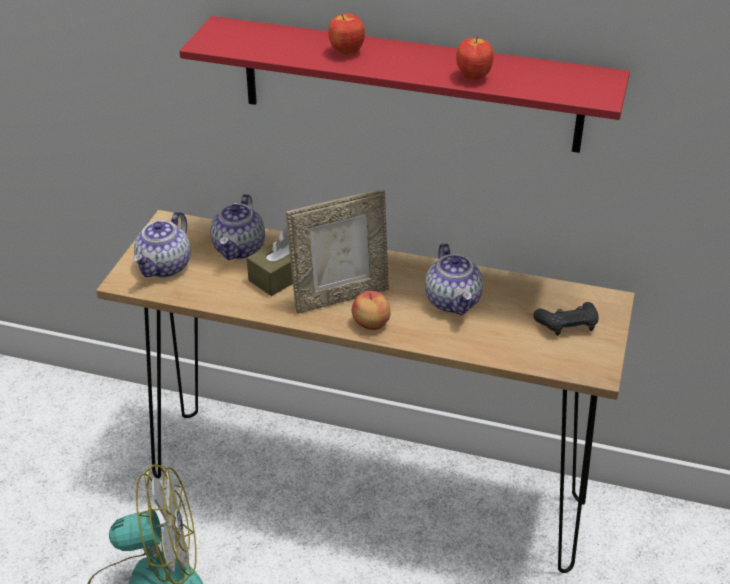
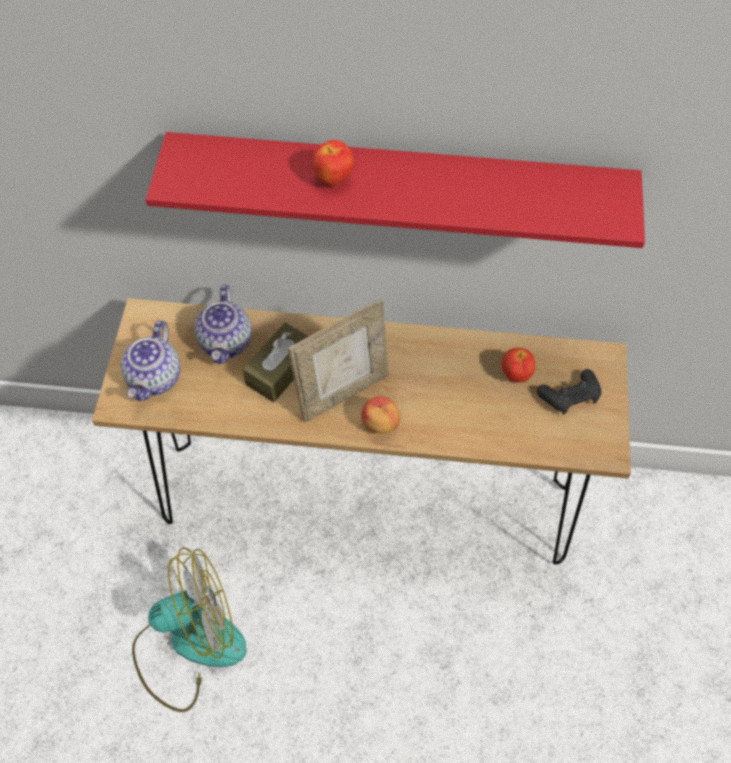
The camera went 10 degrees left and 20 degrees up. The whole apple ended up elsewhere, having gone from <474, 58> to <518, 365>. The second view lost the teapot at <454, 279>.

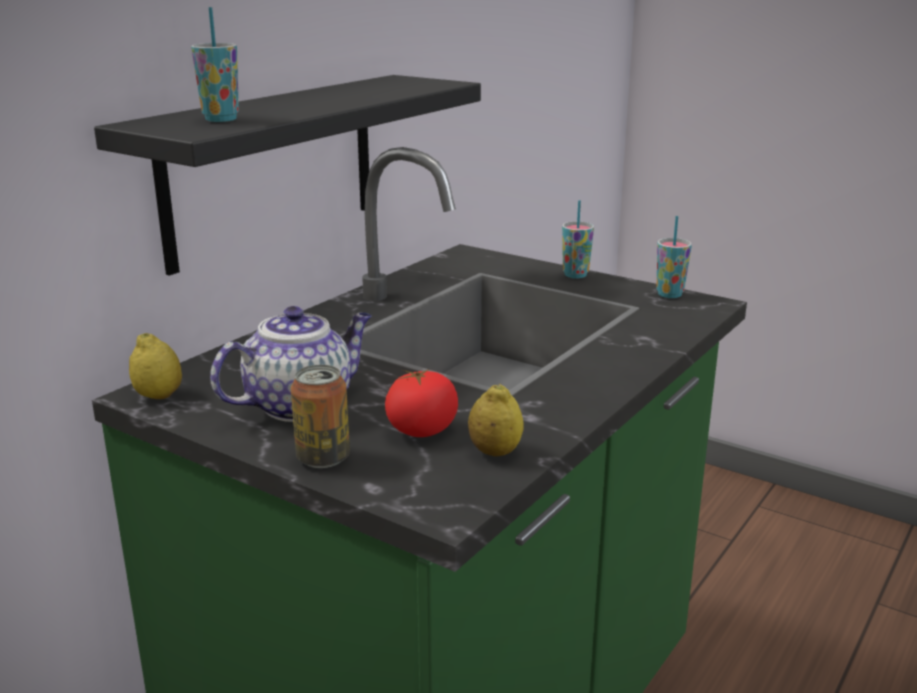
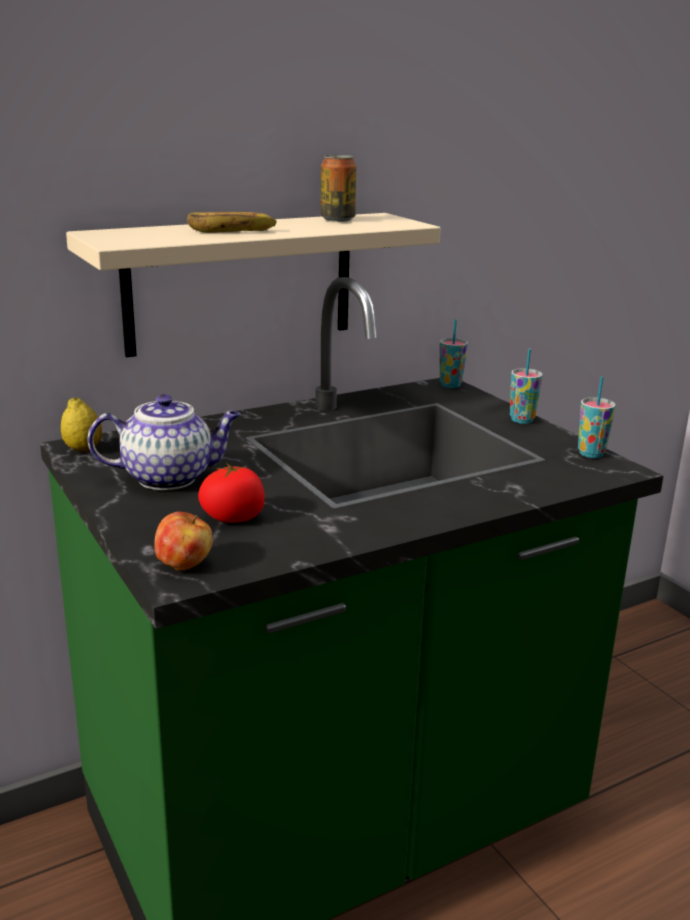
The camera went 25 degrees right and 0 degrees up. The small cup ended up elsewhere, having gone from <215, 64> to <454, 353>. What was the black shelf at <287, 175> turned into the beige shelf at <253, 285>. The sealed can ended up elsewhere, having gone from <320, 416> to <338, 188>. The second view lost the citrus fruit at <496, 420>. The second view gained the whole banana at <232, 222>. The second view gained the whole apple at <183, 541>.

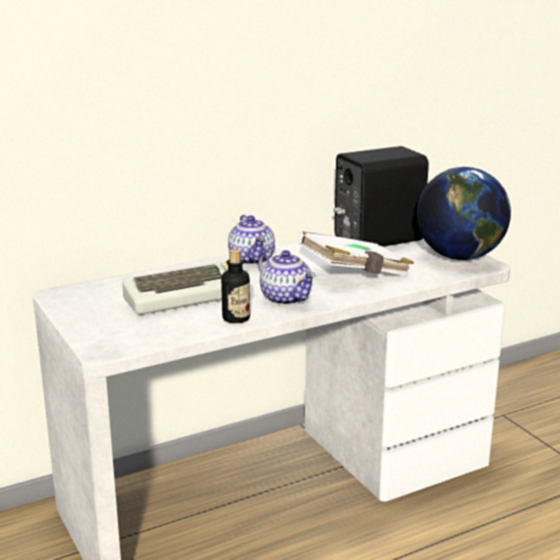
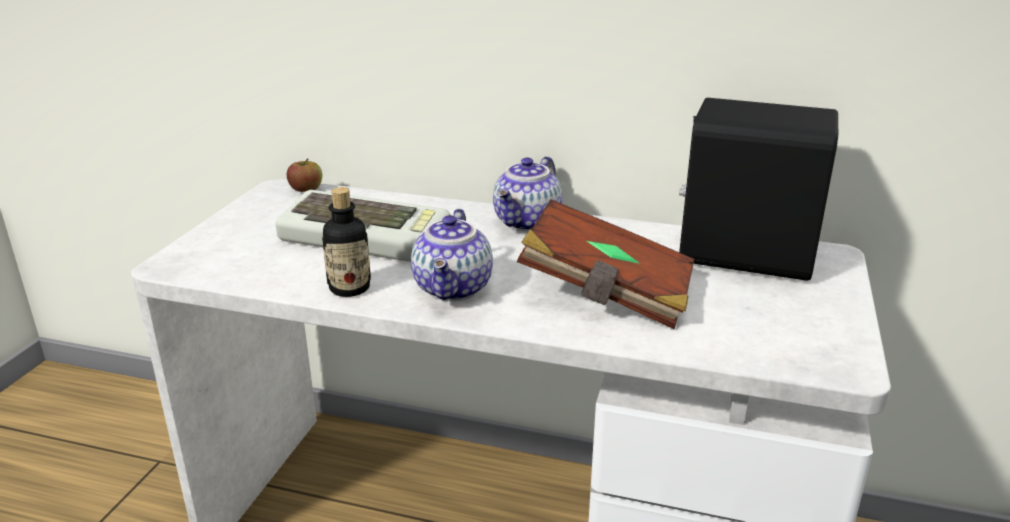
The camera went 45 degrees right and 5 degrees up. The second view lost the world globe at <464, 213>. What was the white-coloured bound book at <356, 253> turned into the brown-coloured bound book at <605, 264>. The second view gained the whole apple at <304, 175>.

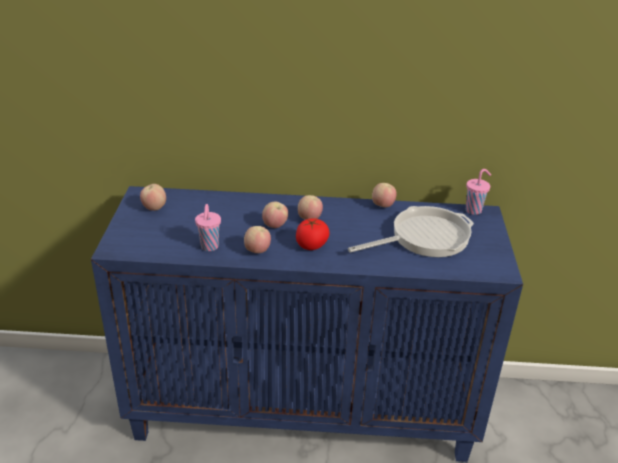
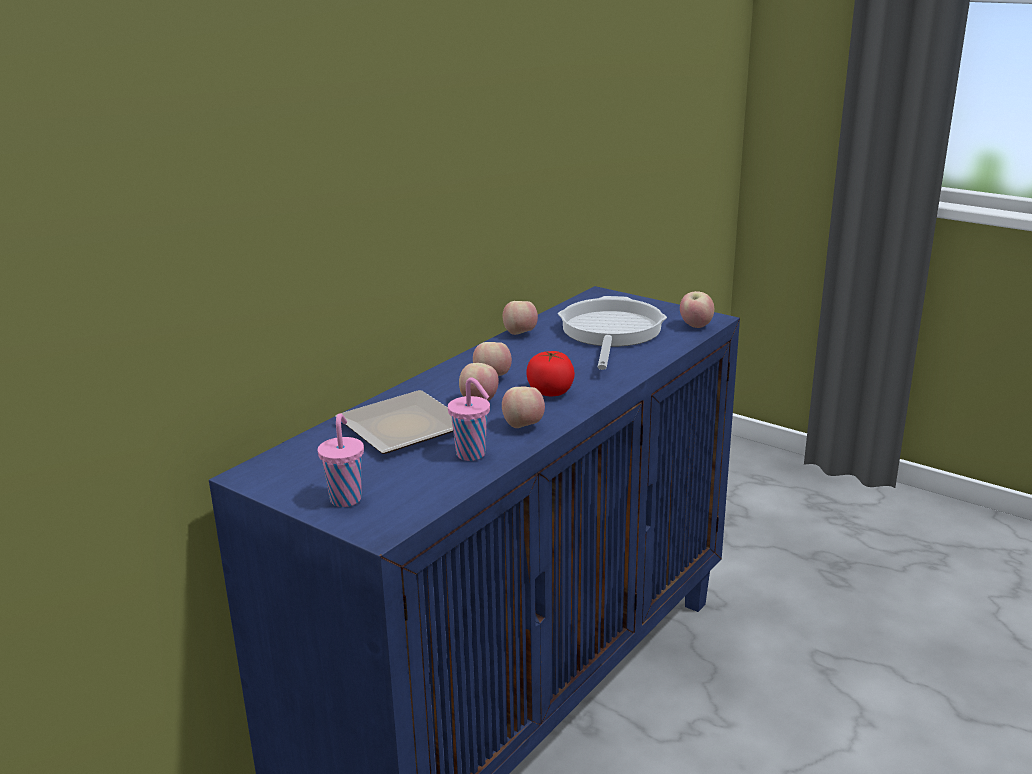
The camera went 55 degrees left and 10 degrees down. The pink small cup ended up elsewhere, having gone from <478, 192> to <341, 460>. The whole apple ended up elsewhere, having gone from <153, 197> to <697, 309>. The second view gained the dinner plate at <394, 422>.

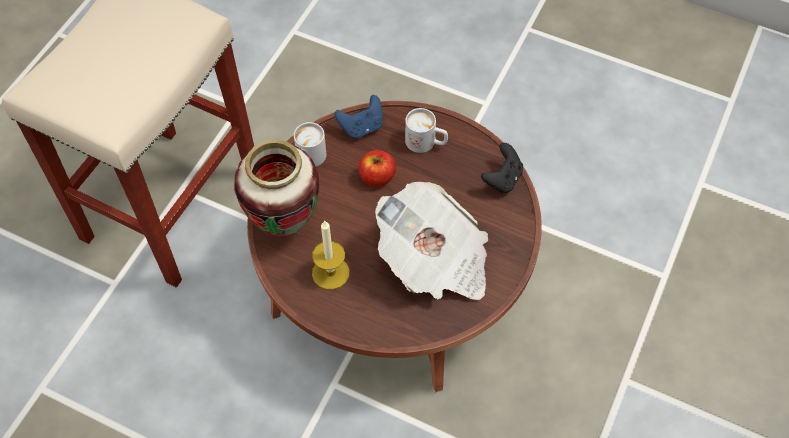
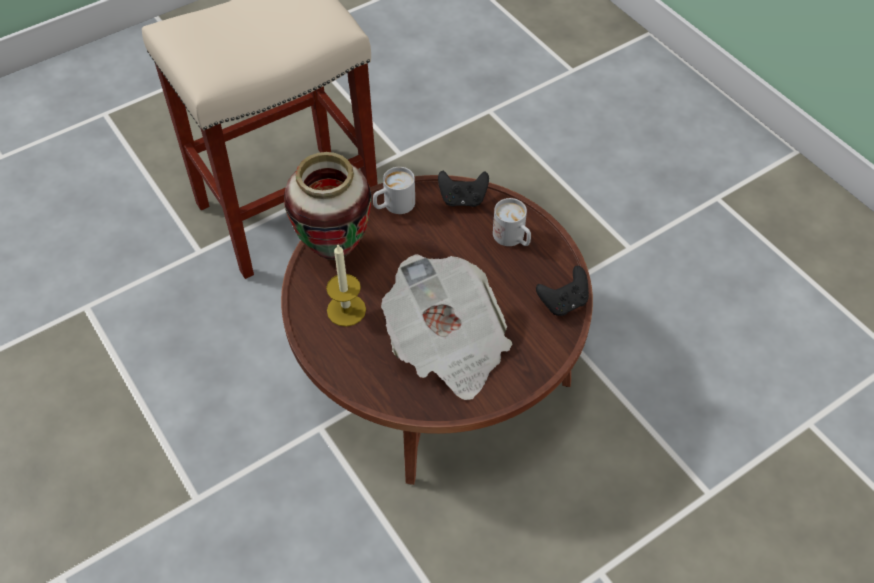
The camera went 30 degrees right and 5 degrees down. What was the blue gamepad at <358, 117> turned into the black gamepad at <463, 189>. The second view lost the whole apple at <377, 168>.

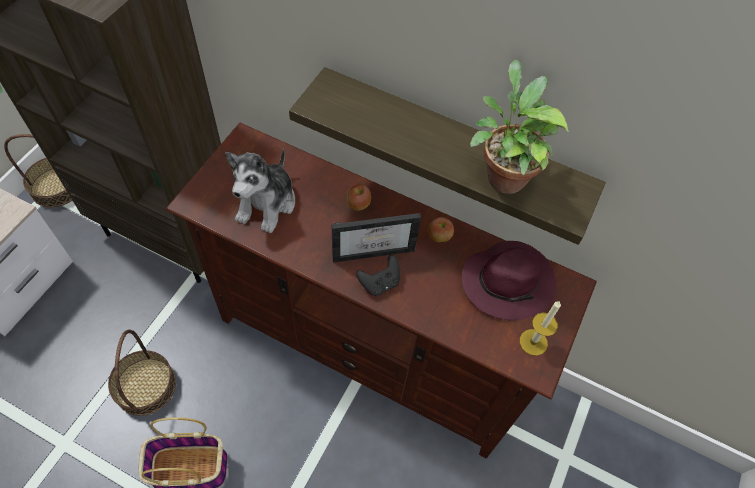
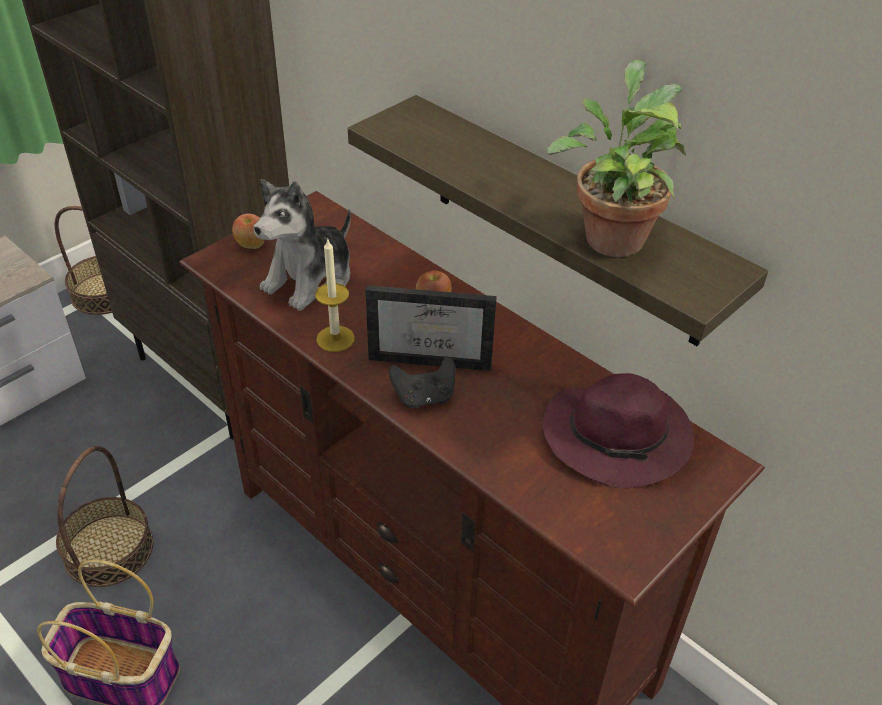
The camera went 20 degrees right and 15 degrees down. The whole apple ended up elsewhere, having gone from <441, 229> to <248, 231>. The wax candle ended up elsewhere, having gone from <540, 328> to <335, 295>.

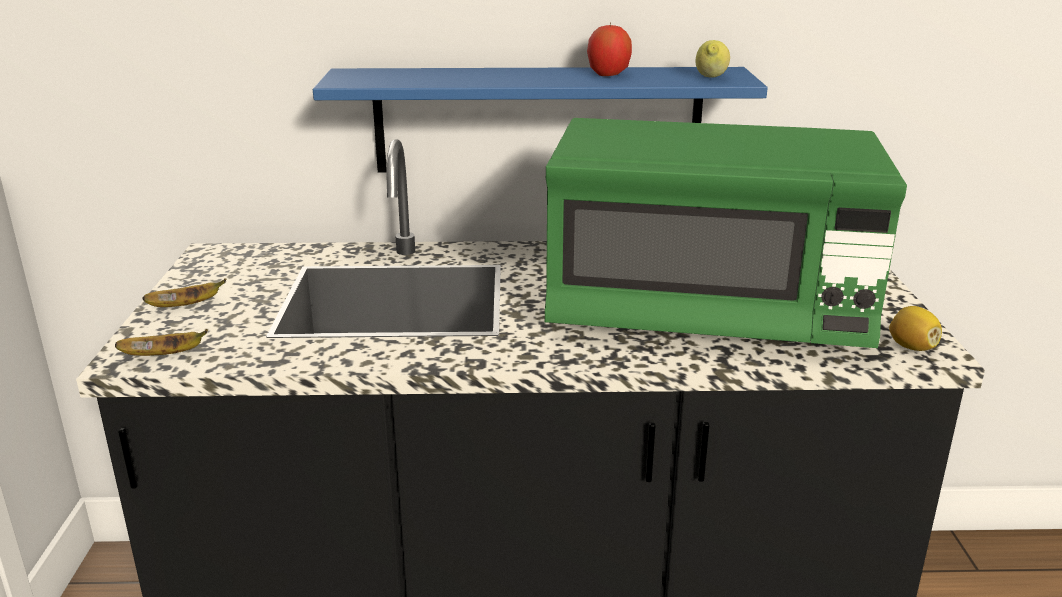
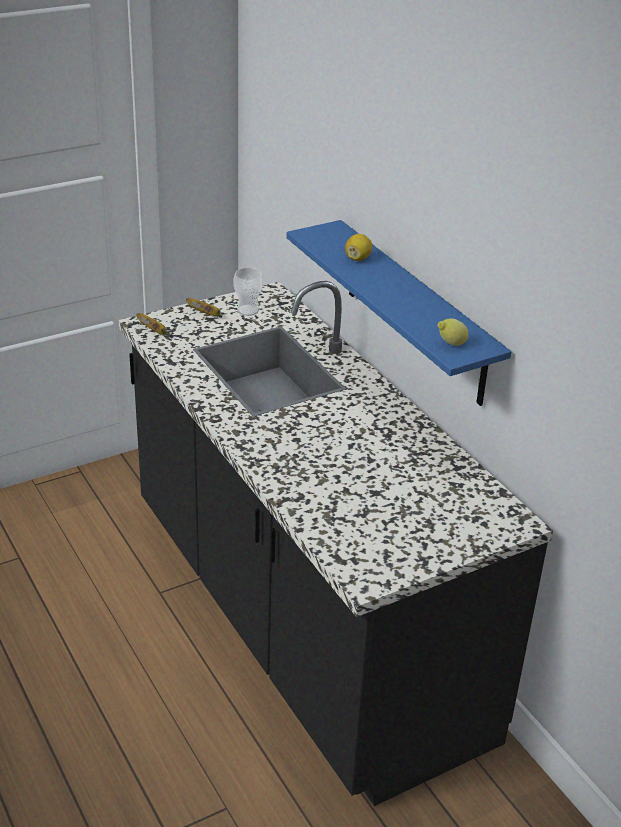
The camera went 60 degrees right and 10 degrees up. The second view lost the whole apple at <609, 49>. The second view lost the green kitchen microwave at <726, 233>. The citrus fruit ended up elsewhere, having gone from <915, 328> to <358, 247>. The second view gained the small cup at <248, 291>.

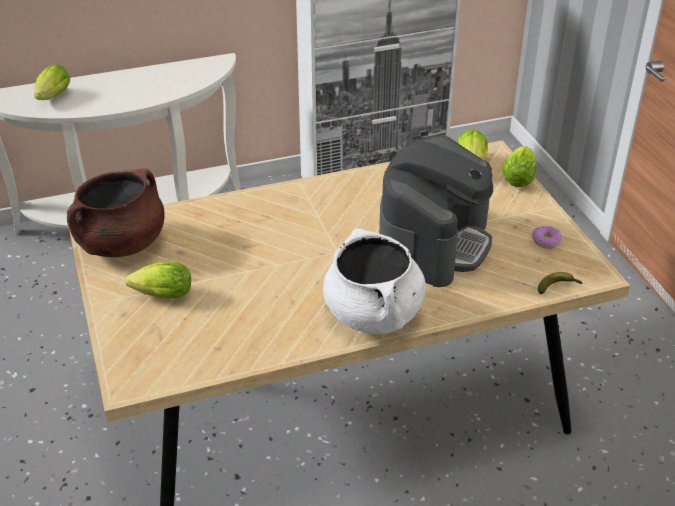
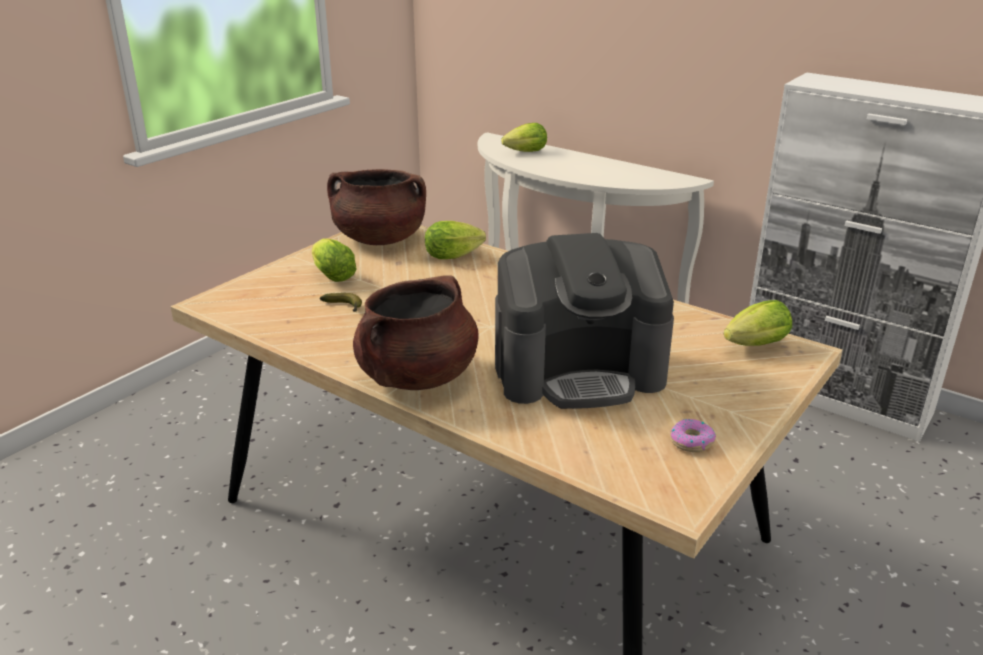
The camera went 55 degrees right and 10 degrees down. The head of lettuce ended up elsewhere, having gone from <519, 166> to <455, 240>. What was the white-coloured cooking pot at <374, 281> turned into the brown-coloured cooking pot at <415, 332>. The whole banana ended up elsewhere, having gone from <560, 283> to <341, 302>.

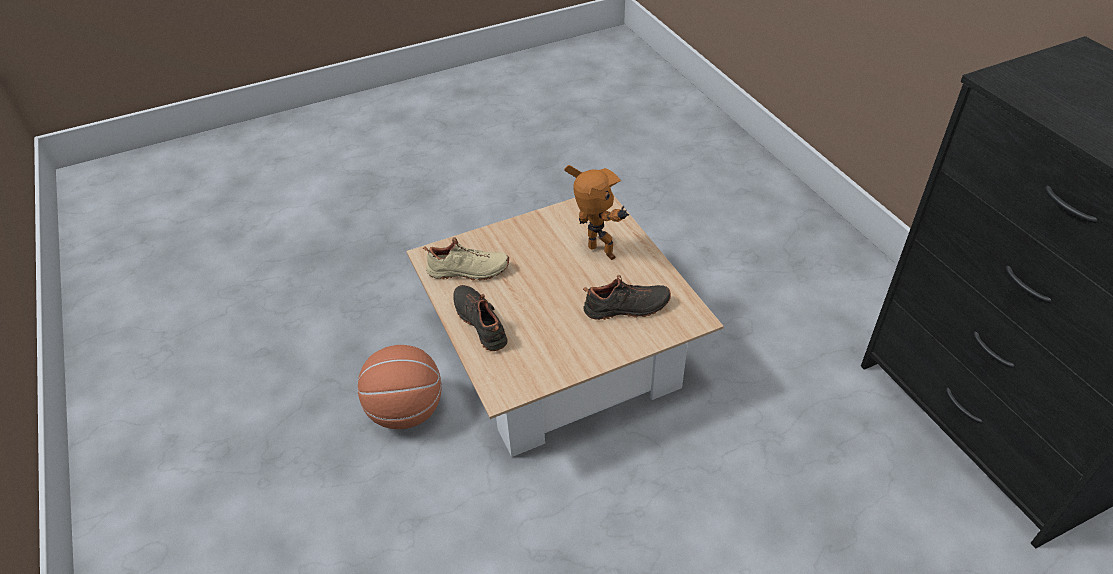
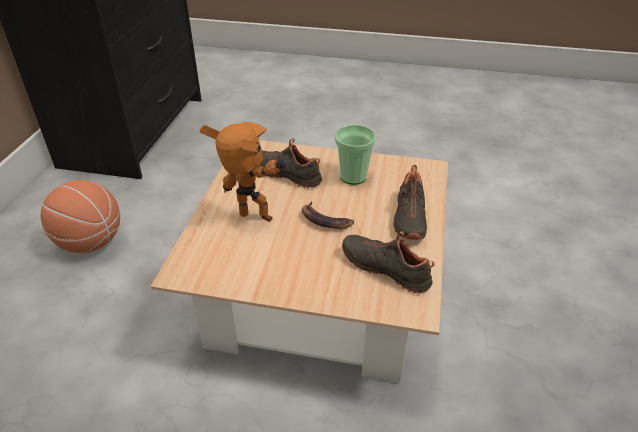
The camera went 145 degrees left and 5 degrees down. The robot figure at <596, 212> ended up facing another way, 120 degrees clockwise from before. What was the beige item of footwear at <466, 258> turned into the black item of footwear at <388, 262>. The basketball ended up elsewhere, having gone from <400, 387> to <80, 216>. The second view gained the small cup at <355, 155>. The second view gained the whole banana at <328, 215>.

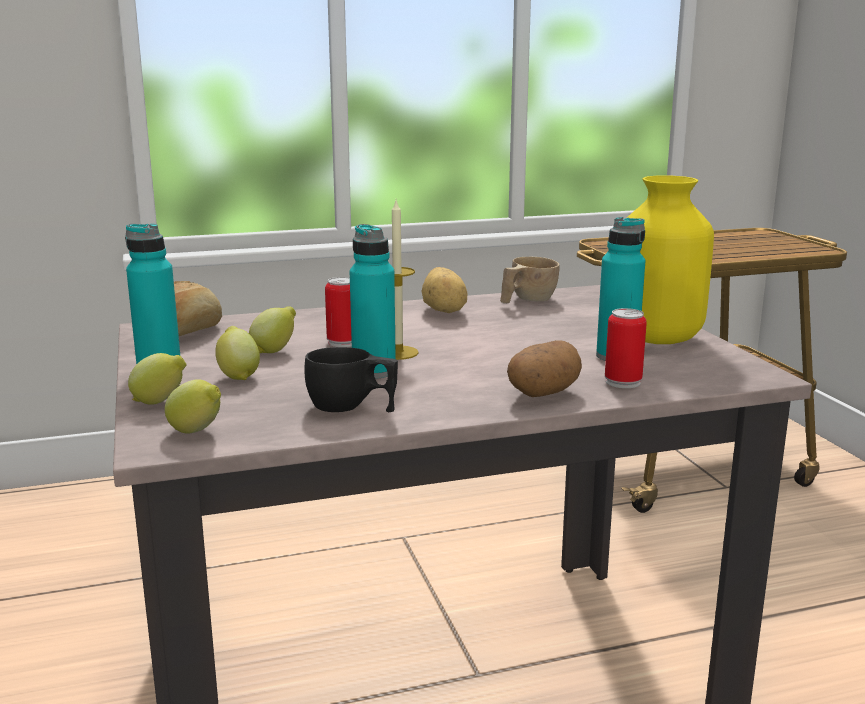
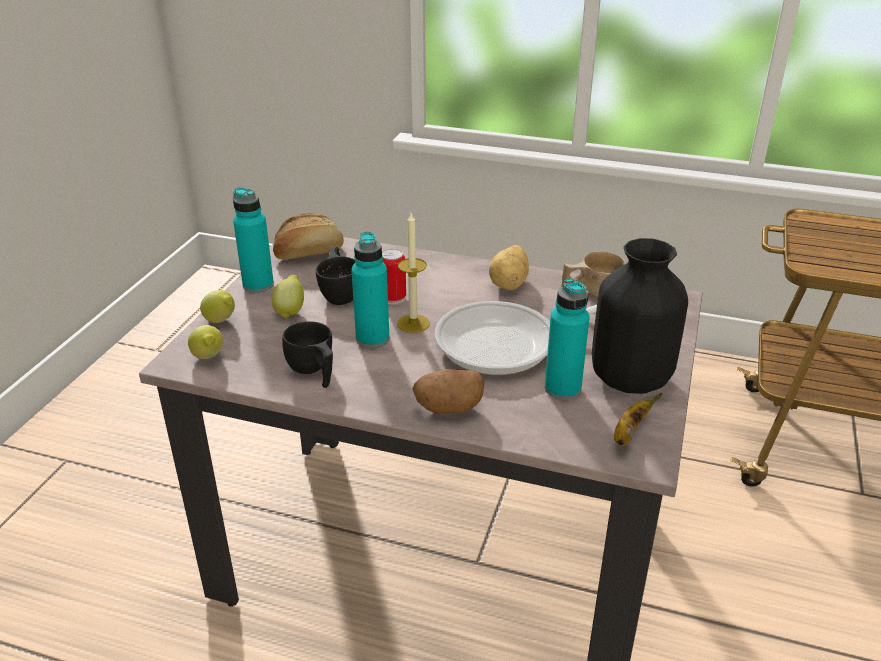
The camera went 35 degrees right and 15 degrees up. What was the yellowish vase at <670, 259> turned into the black vase at <640, 316>. Where the citrus fruit stood at <272, 330>, the black small cup came to stand at <335, 276>. The second view lost the sealed can at <626, 348>. The second view gained the frying pan at <516, 338>. The second view gained the whole banana at <638, 419>.

